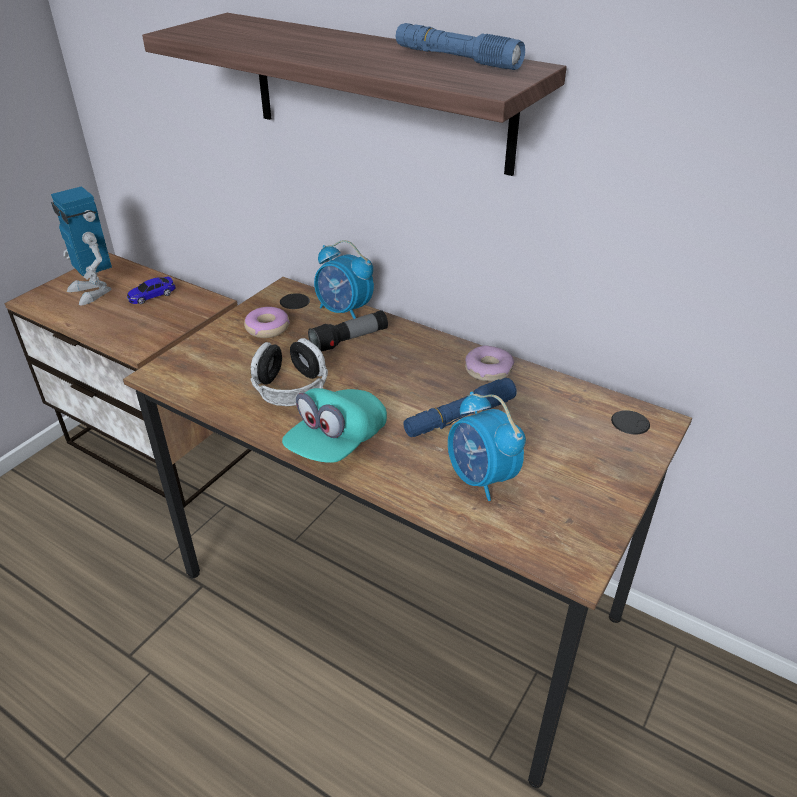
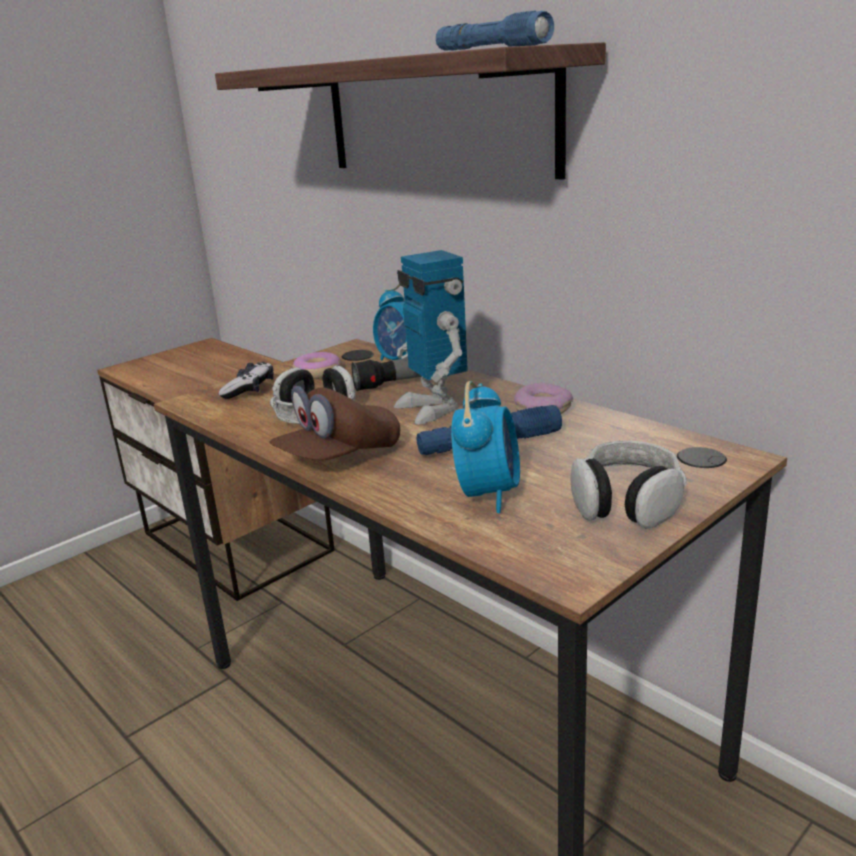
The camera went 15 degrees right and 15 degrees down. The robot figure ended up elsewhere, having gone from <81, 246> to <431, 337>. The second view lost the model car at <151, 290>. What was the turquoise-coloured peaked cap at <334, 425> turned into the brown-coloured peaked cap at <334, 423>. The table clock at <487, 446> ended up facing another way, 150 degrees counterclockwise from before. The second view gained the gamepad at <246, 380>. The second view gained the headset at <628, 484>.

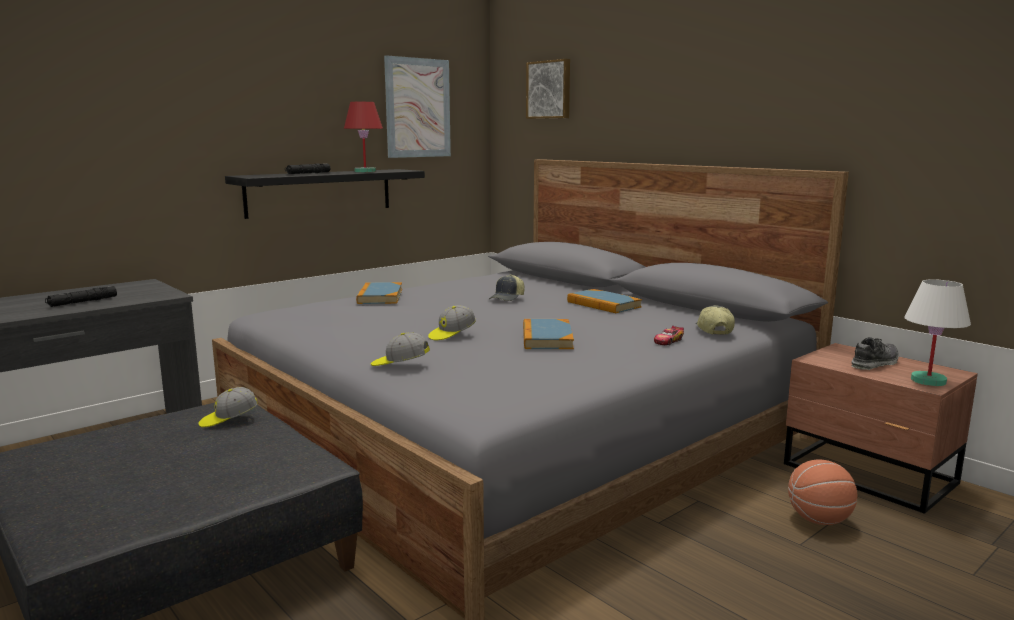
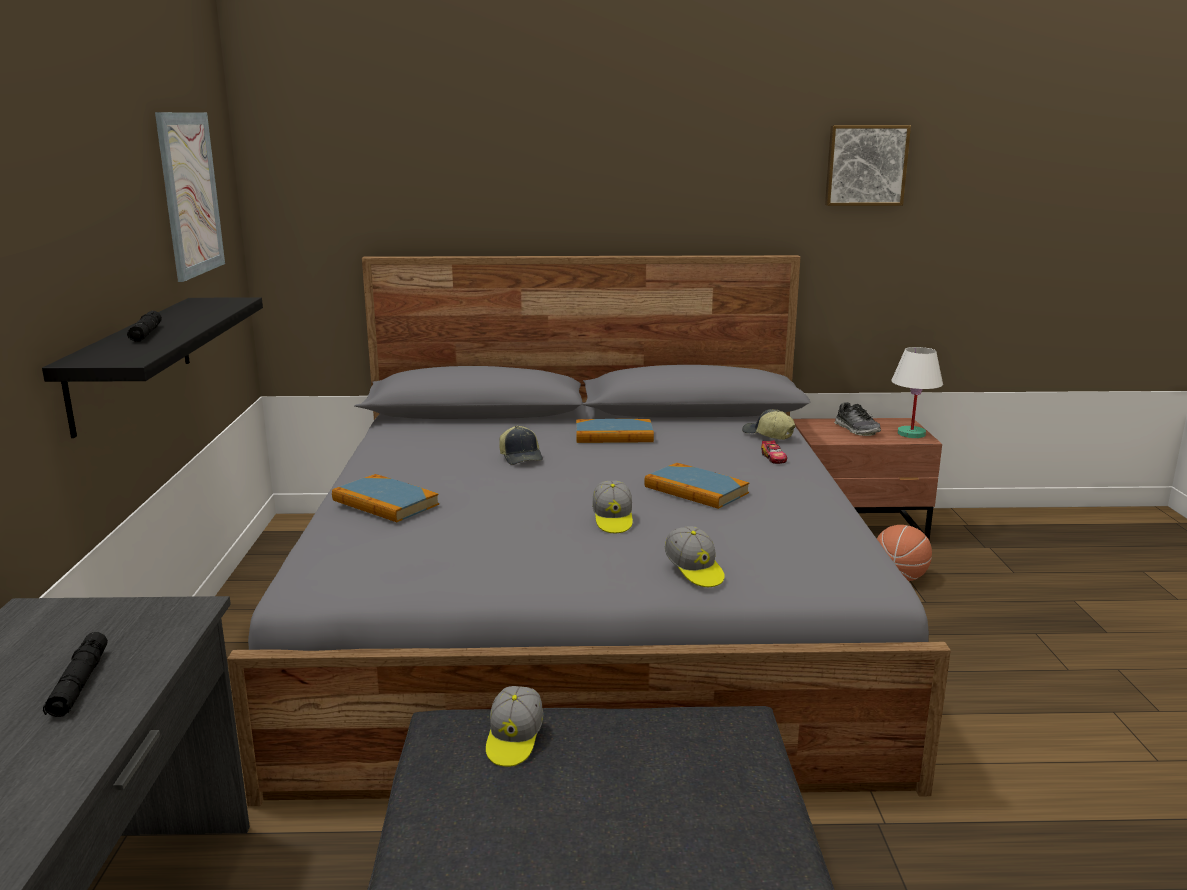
The camera went 50 degrees left and 5 degrees up. The wall art ended up elsewhere, having gone from <548, 89> to <868, 165>. The second view lost the red-coloured table lamp at <363, 137>. The peaked cap at <400, 349> ended up facing another way, 75 degrees counterclockwise from before. The item of footwear at <875, 353> ended up facing another way, 150 degrees clockwise from before.

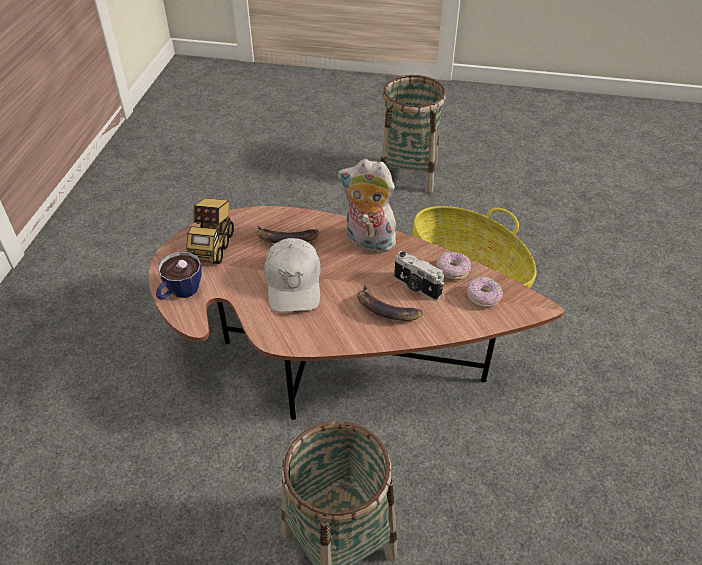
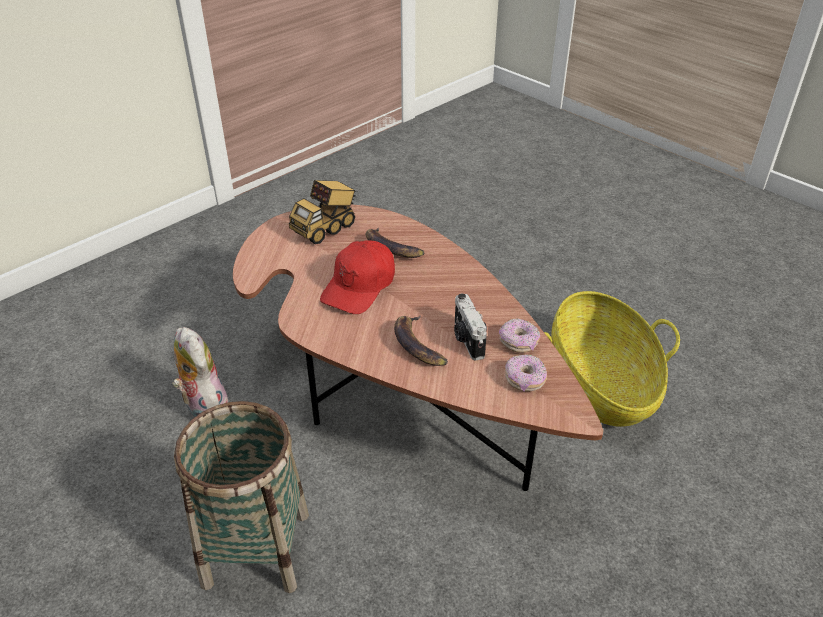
The camera went 35 degrees right and 5 degrees down. The second view lost the household basket at <413, 134>. The soft toy ended up elsewhere, having gone from <367, 206> to <200, 372>. What was the white-coloured peaked cap at <293, 275> turned into the red-coloured peaked cap at <357, 277>. The second view lost the small cup at <179, 276>.

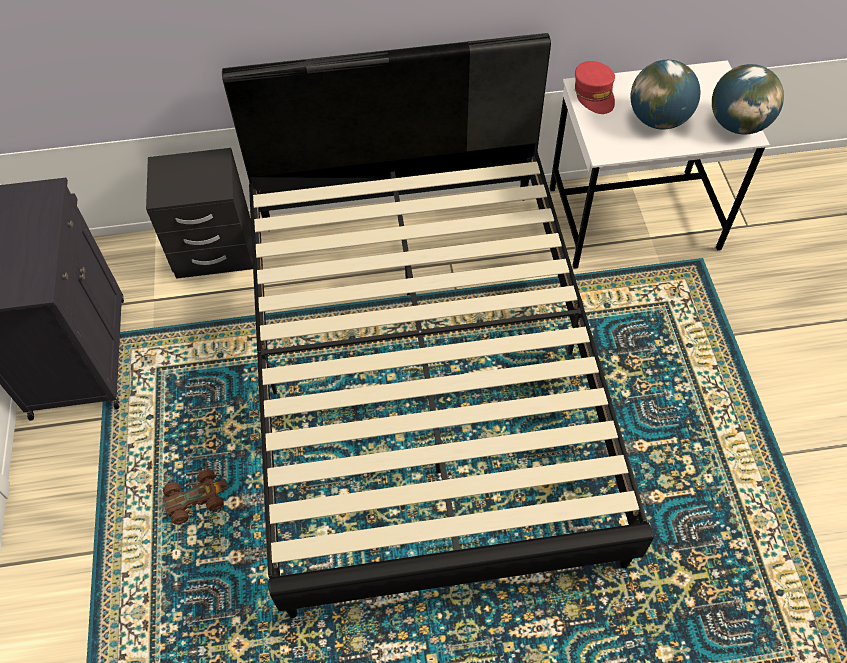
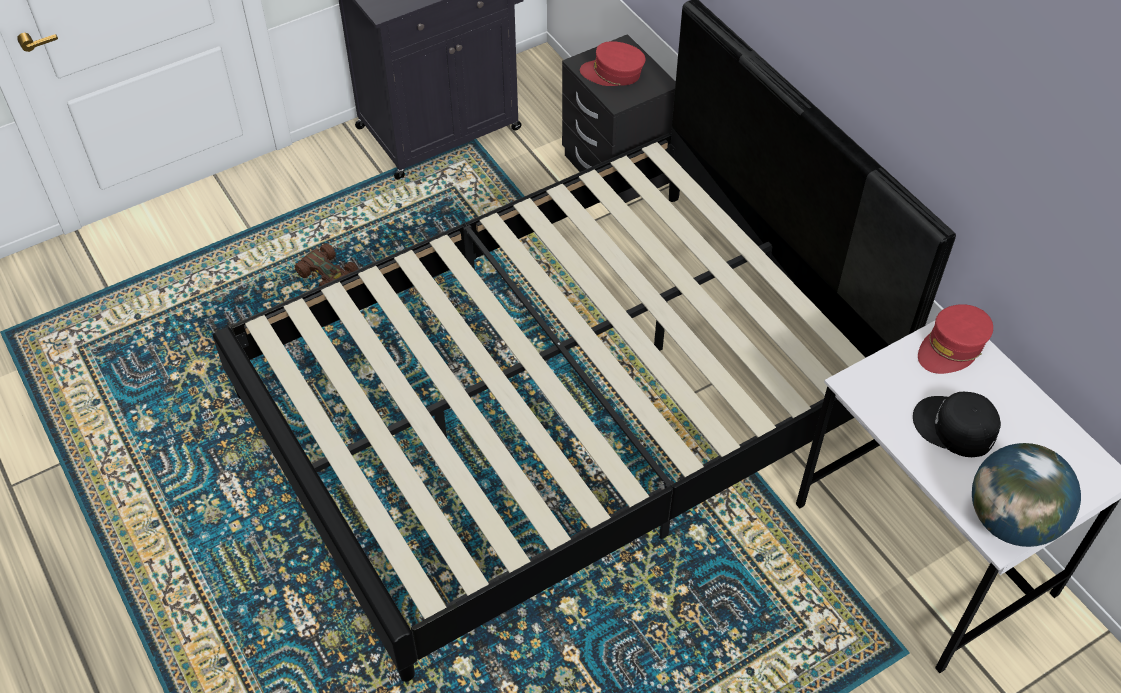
The camera went 65 degrees right and 5 degrees down. Where the world globe stood at <665, 95>, the black peaked cap came to stand at <957, 424>. The second view gained the red-coloured peaked cap at <612, 63>.

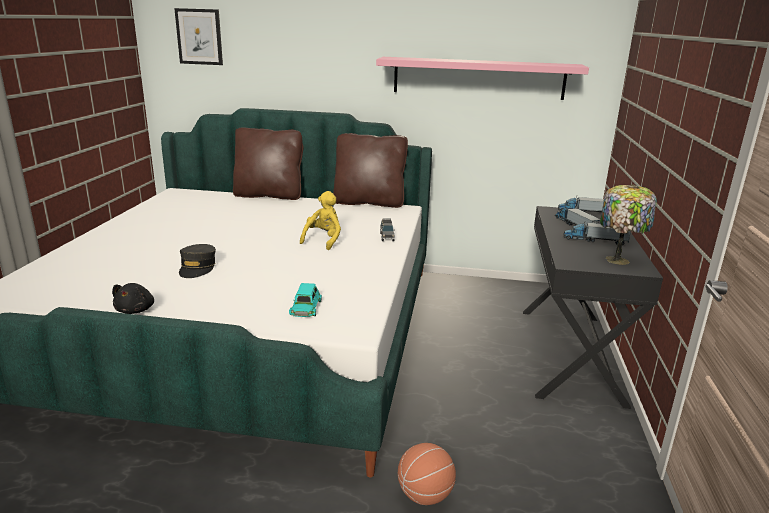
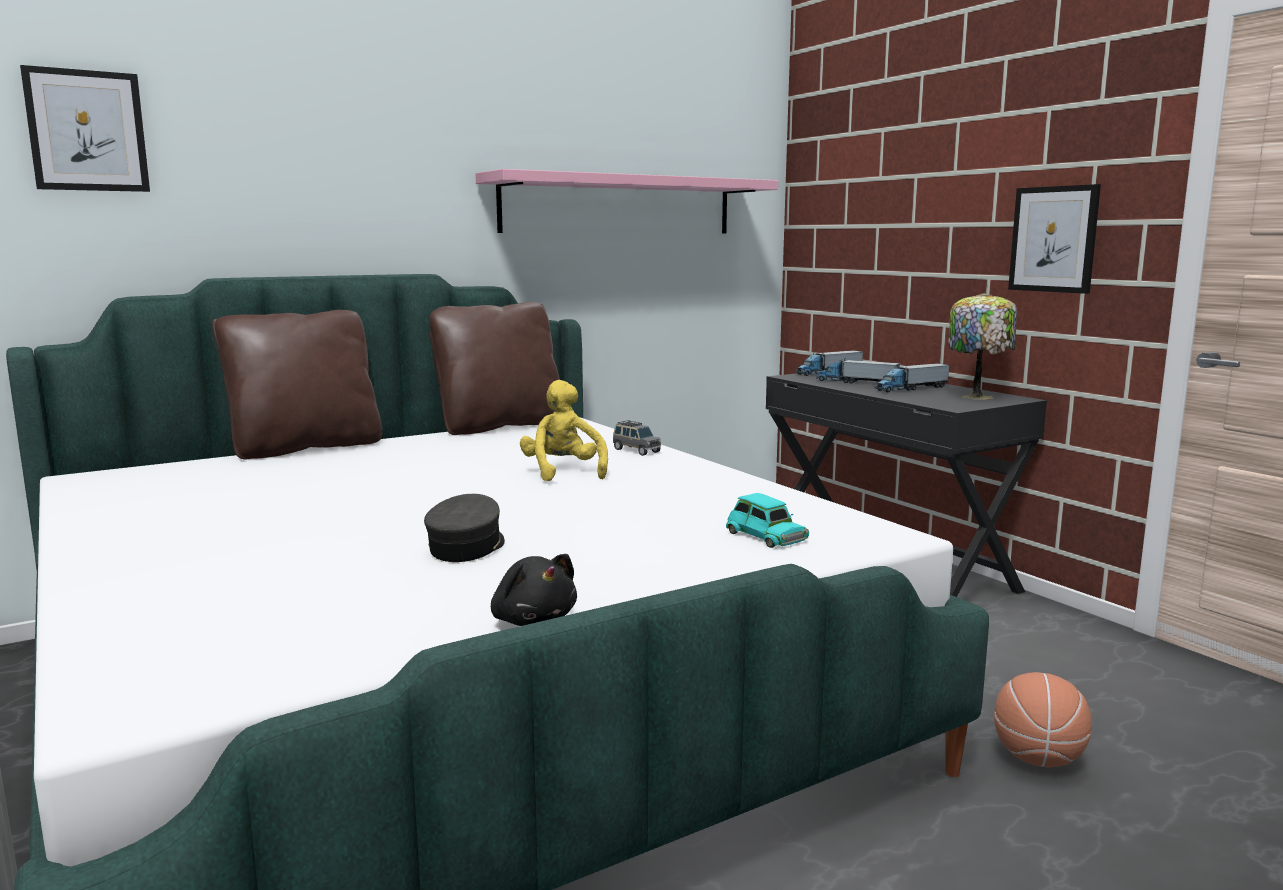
The camera went 40 degrees left and 10 degrees down. The greyish peaked cap at <197, 261> ended up facing another way, 135 degrees counterclockwise from before. The second view gained the wall art at <1054, 239>.

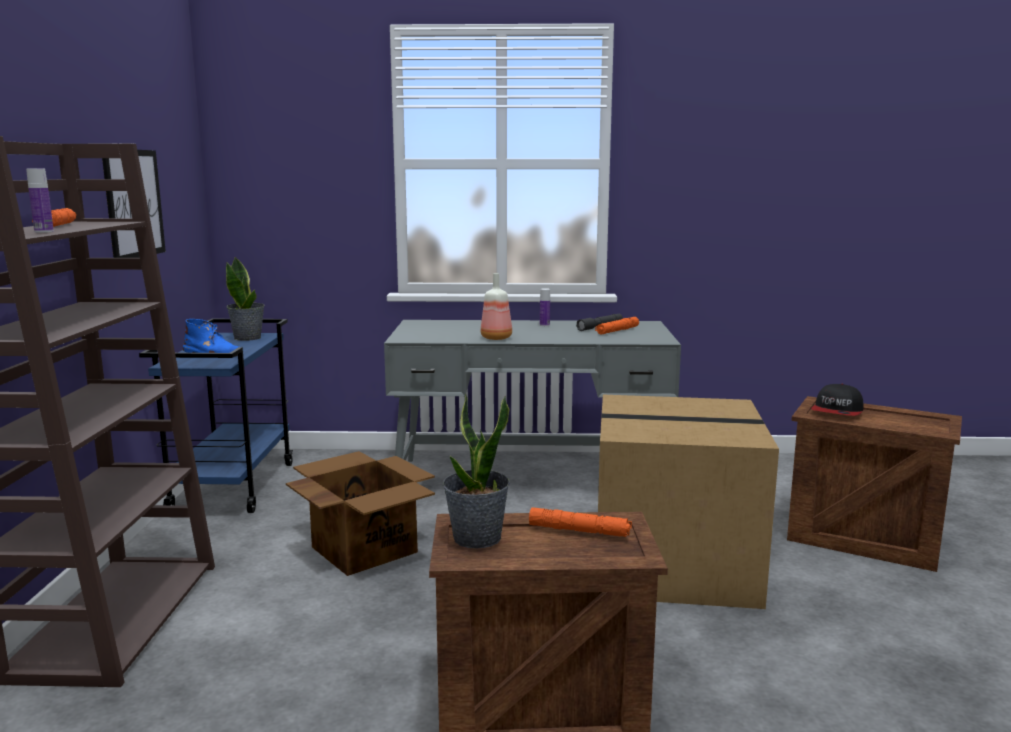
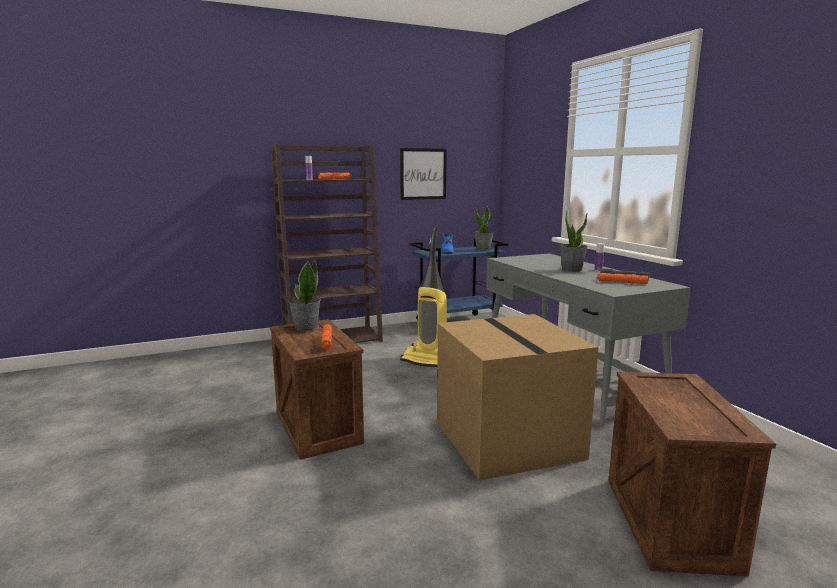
The camera went 65 degrees right and 0 degrees up. The second view lost the bottle at <496, 306>. The second view lost the peaked cap at <837, 399>. Where the cardboard box stood at <360, 513>, the vacuum came to stand at <423, 297>. The second view gained the potted plant at <574, 241>.

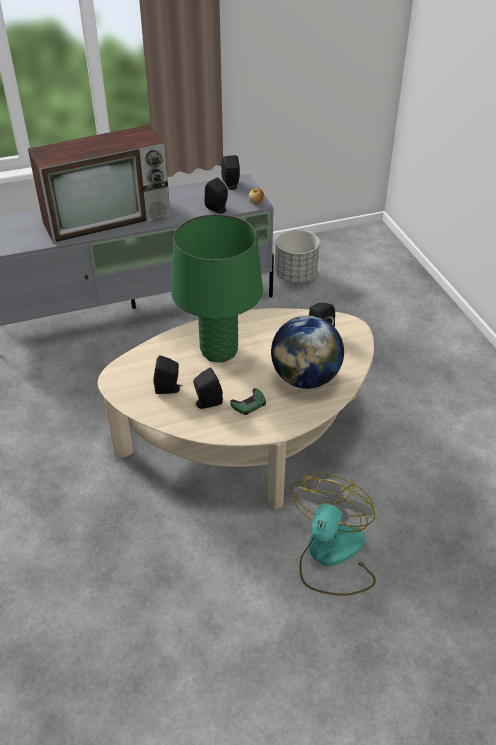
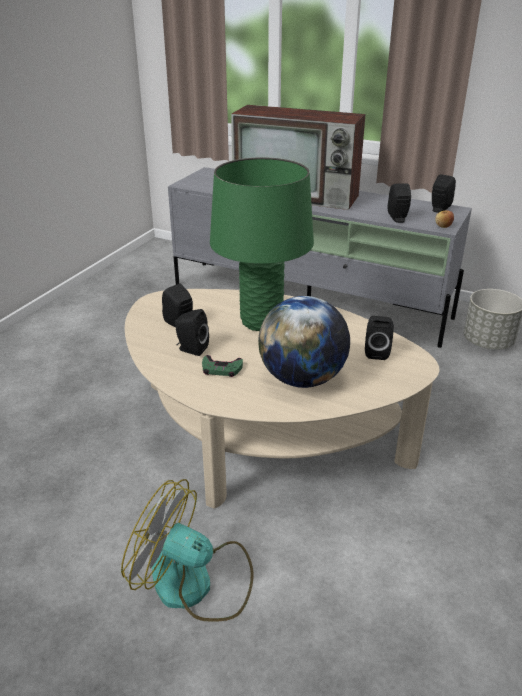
The camera went 45 degrees right and 10 degrees down. The cooling fan at <334, 534> ended up facing another way, 135 degrees counterclockwise from before.

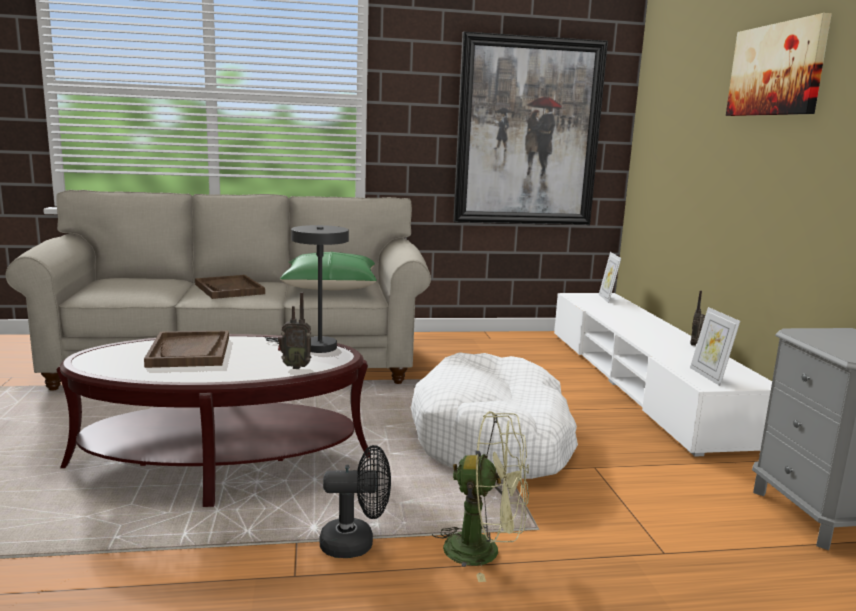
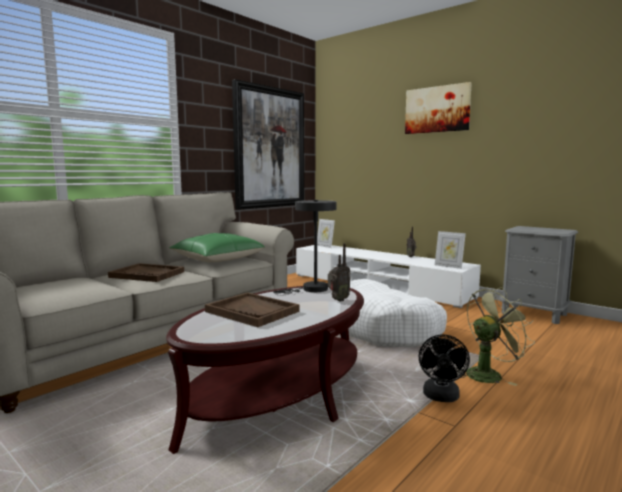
The camera went 40 degrees left and 5 degrees down. The black cooling fan at <355, 501> ended up facing another way, 150 degrees clockwise from before.

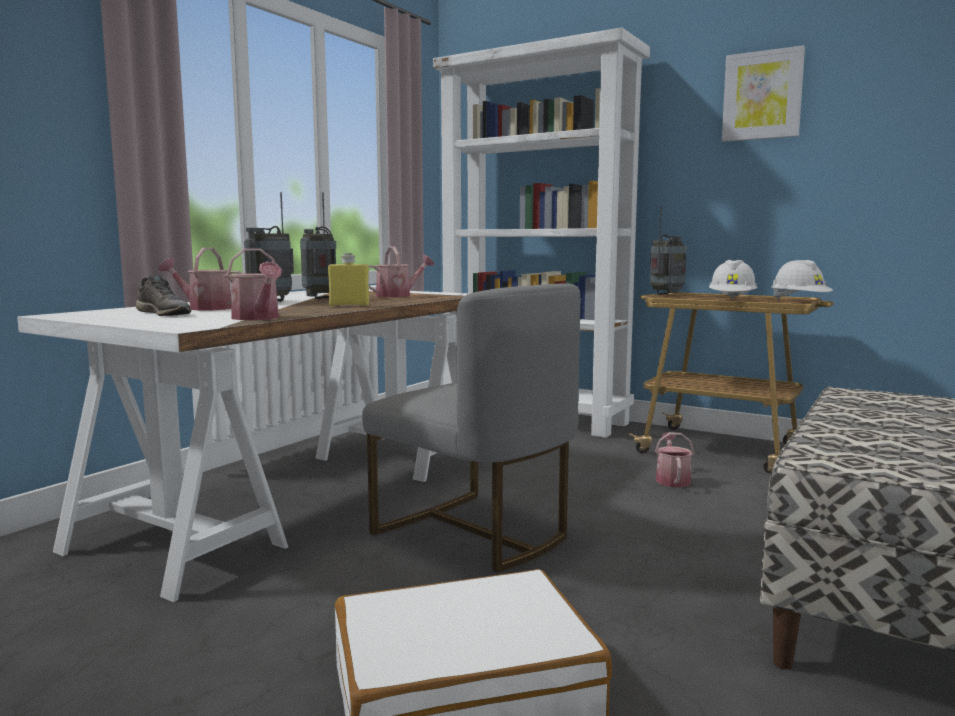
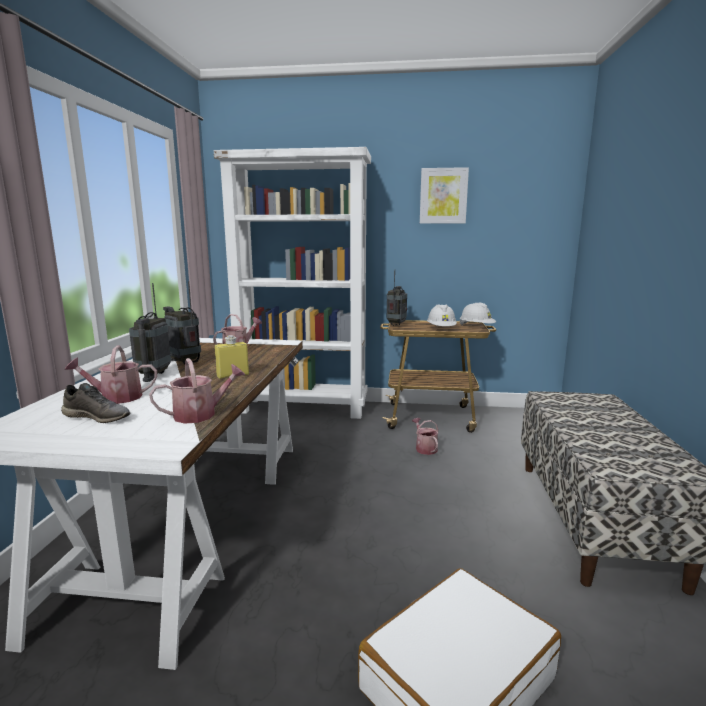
The camera went 25 degrees left and 5 degrees up. The watering can at <254, 284> ended up facing another way, 60 degrees counterclockwise from before. The second view lost the greyish chair at <471, 427>.

